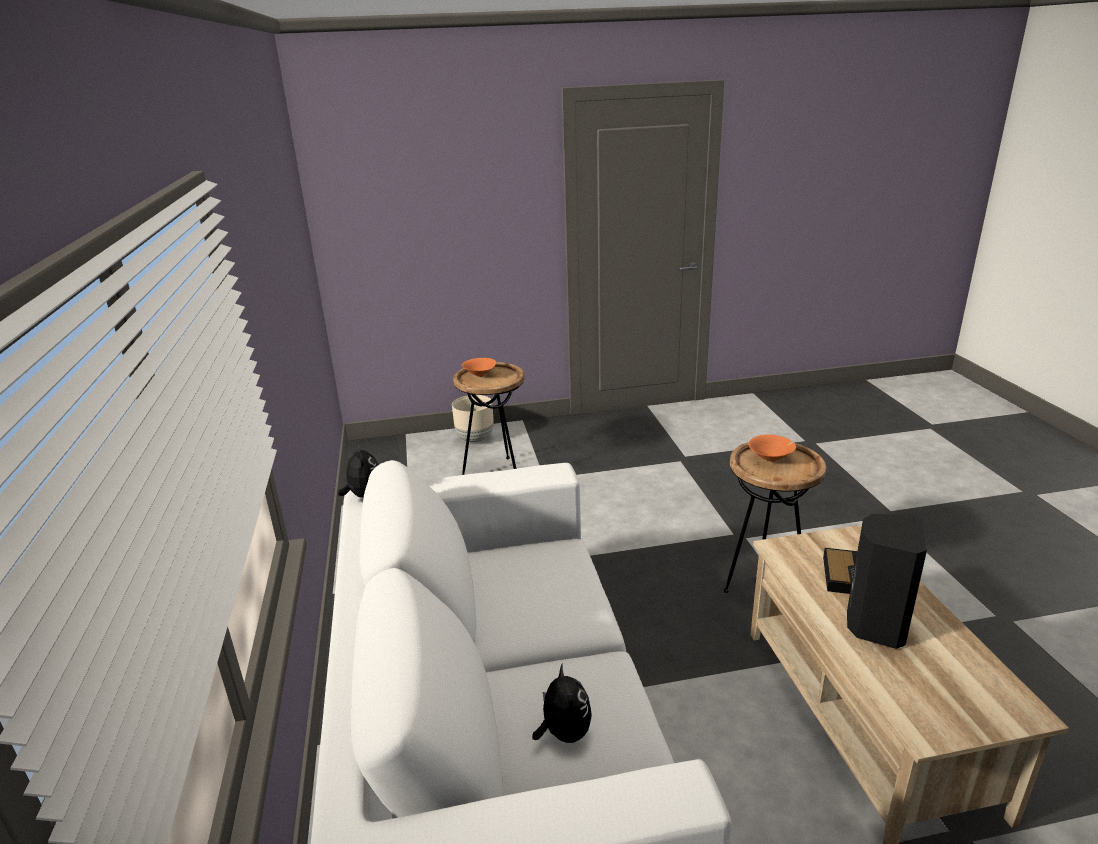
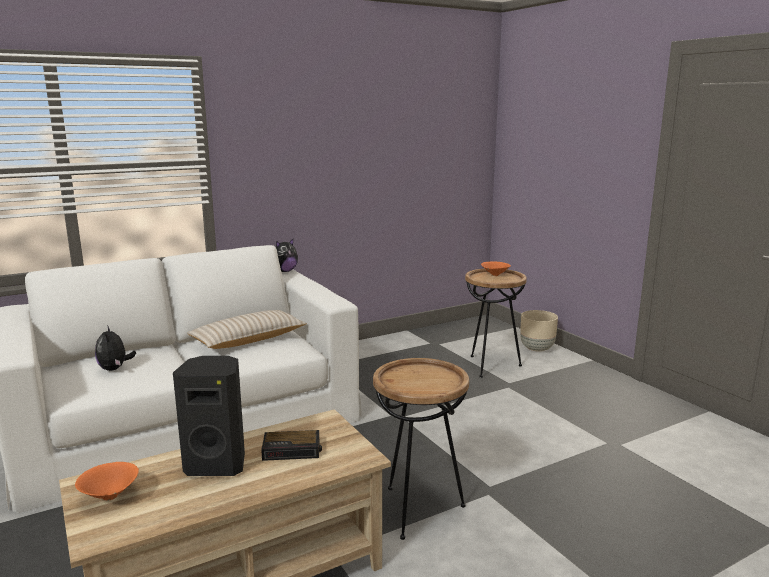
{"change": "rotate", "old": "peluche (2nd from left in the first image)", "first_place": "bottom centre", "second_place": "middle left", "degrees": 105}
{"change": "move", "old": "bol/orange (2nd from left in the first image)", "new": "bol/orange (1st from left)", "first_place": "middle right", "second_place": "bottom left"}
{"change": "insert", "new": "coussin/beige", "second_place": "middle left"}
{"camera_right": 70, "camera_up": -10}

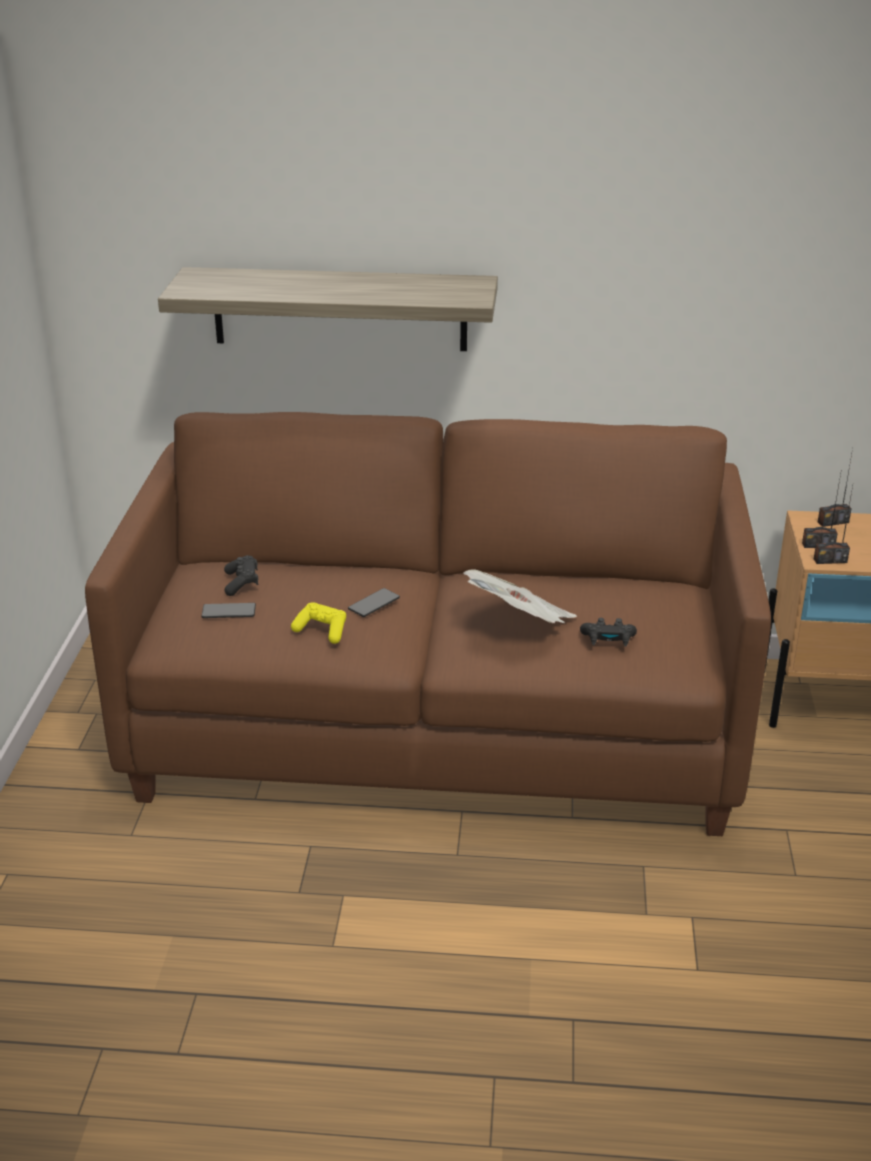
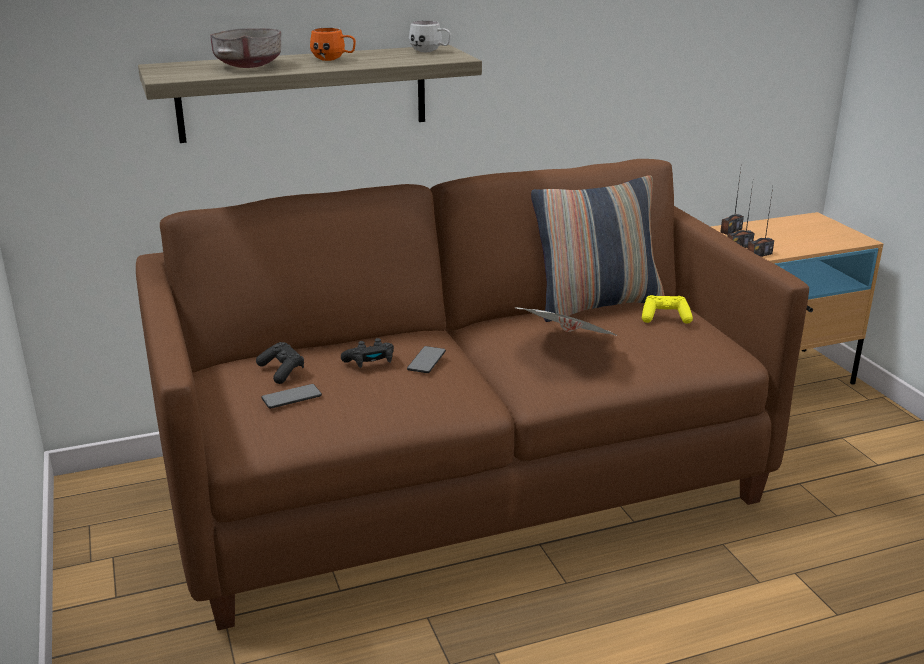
{"change": "move", "old": "manette/jaune", "first_place": "centre", "second_place": "middle right"}
{"change": "move", "old": "manette/noir (2nd from left)", "first_place": "middle right", "second_place": "centre"}
{"change": "insert", "new": "bol/gris", "second_place": "top left"}
{"change": "insert", "new": "mug/orange", "second_place": "top centre"}
{"change": "insert", "new": "mug/blanc", "second_place": "top centre"}
{"change": "insert", "new": "coussin", "second_place": "centre"}
{"camera_right": -25, "camera_up": -5}

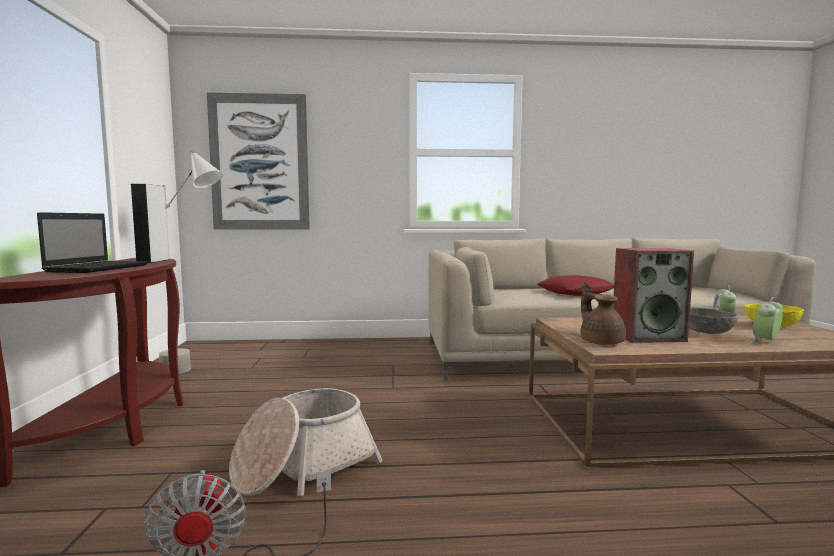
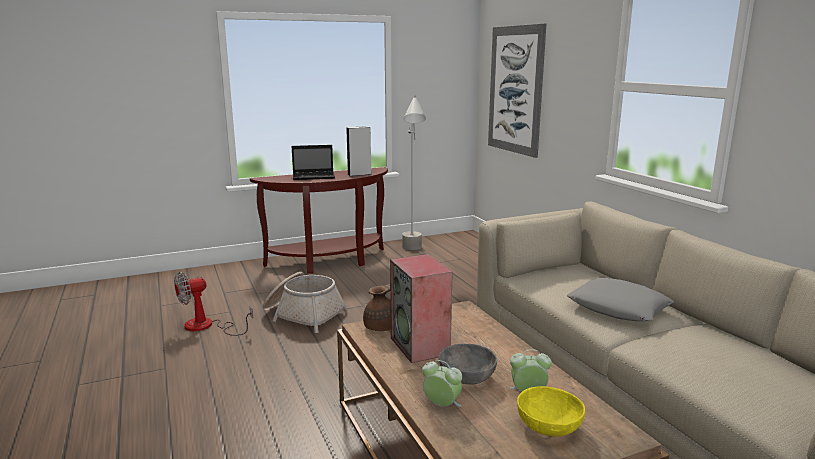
{"change": "recolor", "old": "coussin/rouge", "new": "coussin/gris", "first_place": "middle right", "second_place": "middle right"}
{"camera_right": 70, "camera_up": 10}

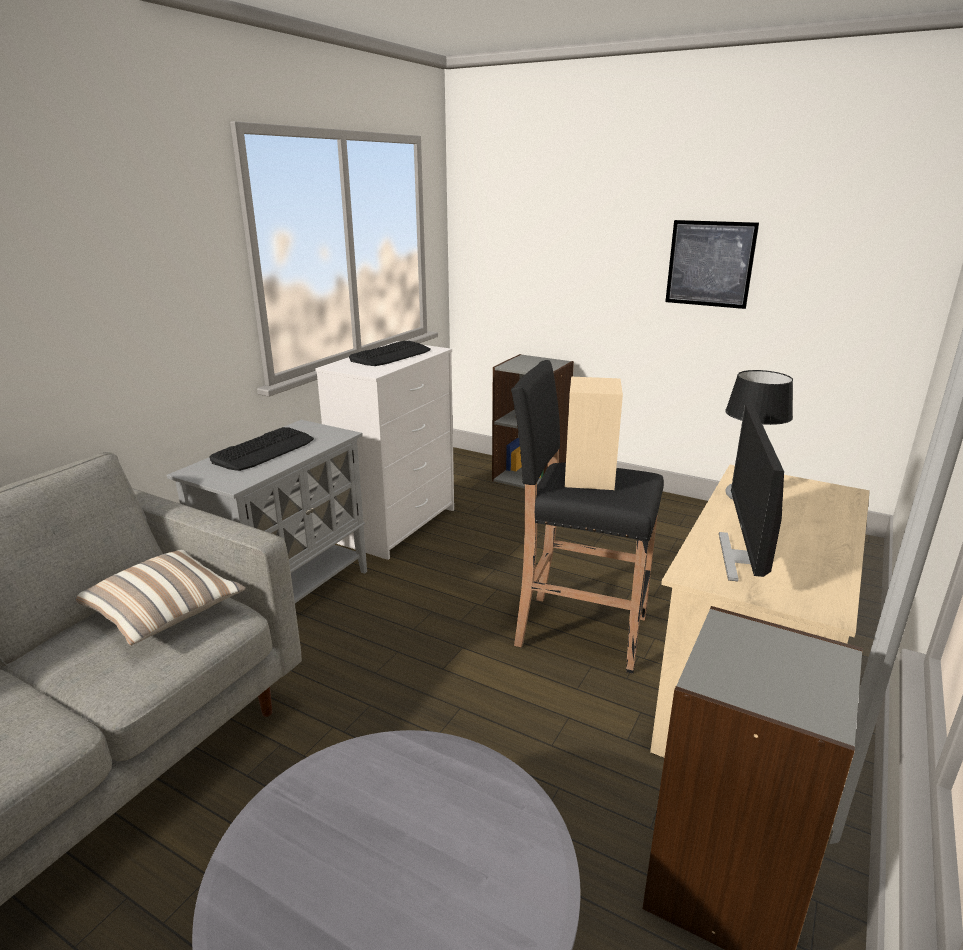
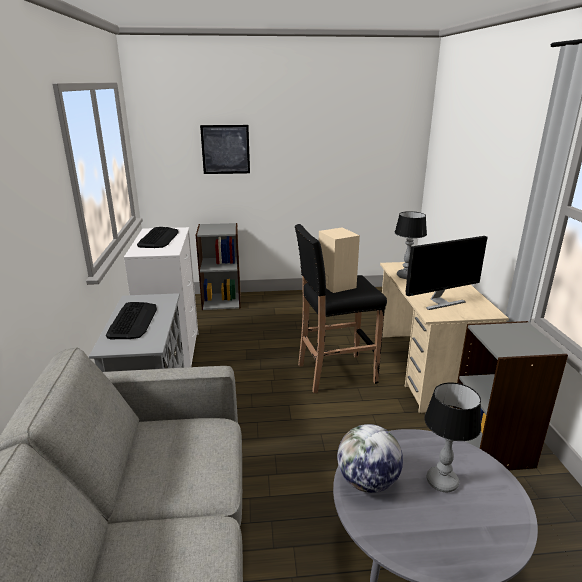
{"change": "delete", "old": "coussin", "first_place": "middle left"}
{"change": "move", "old": "tableau", "first_place": "top right", "second_place": "top centre"}
{"change": "rotate", "old": "écran d'ordinateur", "first_place": "middle right", "second_place": "middle right", "degrees": -90}
{"change": "insert", "new": "globe", "second_place": "bottom centre"}
{"change": "insert", "new": "lampe de table (2nd from left)", "second_place": "bottom right"}
{"camera_right": -35, "camera_up": 0}

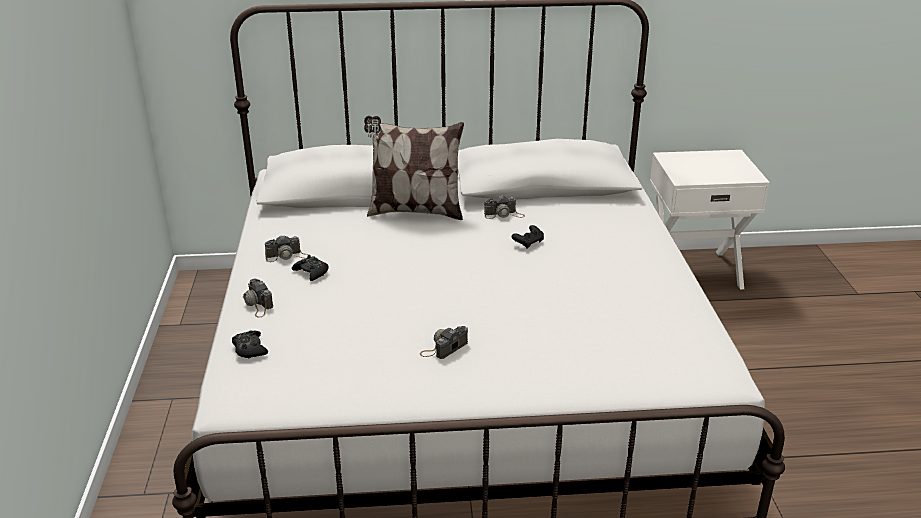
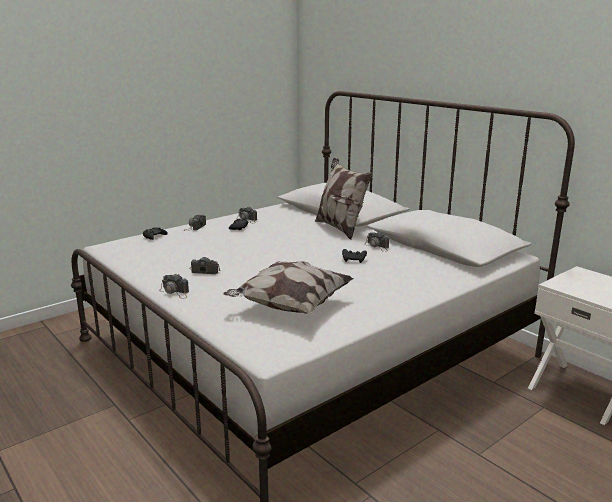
{"change": "insert", "new": "appareil photo (1st from left)", "second_place": "middle left"}
{"change": "insert", "new": "coussin (1st from left)", "second_place": "centre"}
{"camera_right": 55, "camera_up": -10}

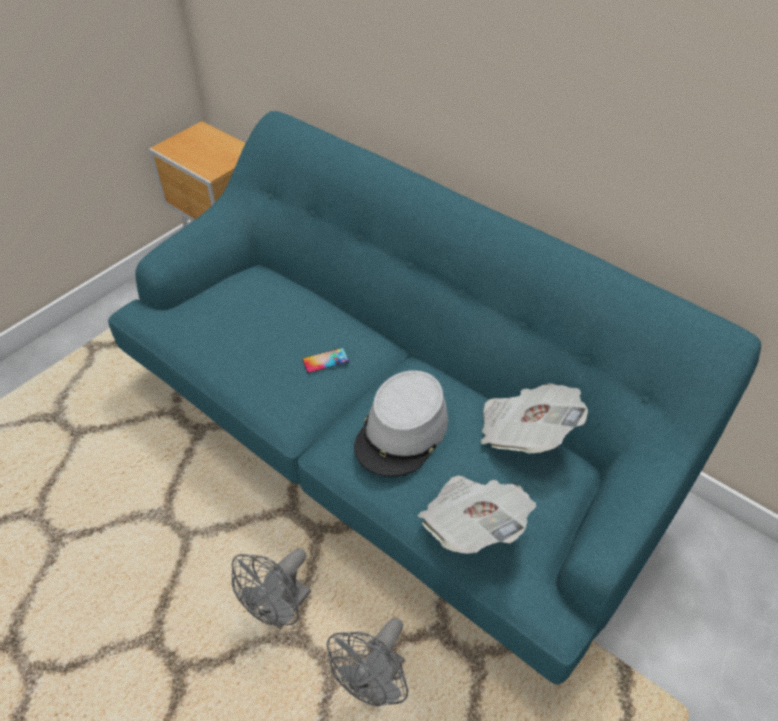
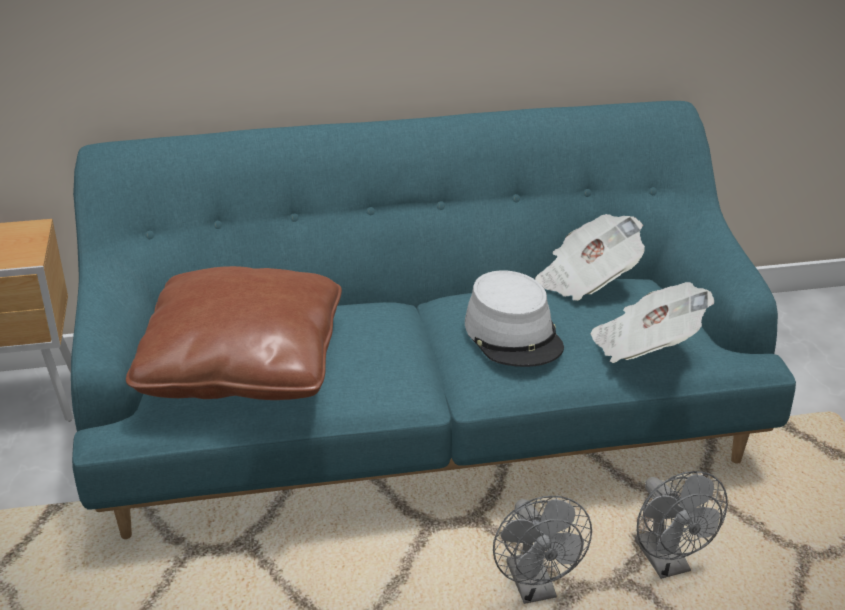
{"change": "delete", "old": "téléphone", "first_place": "centre"}
{"change": "insert", "new": "coussin/marron", "second_place": "middle left"}
{"camera_right": -50, "camera_up": -15}

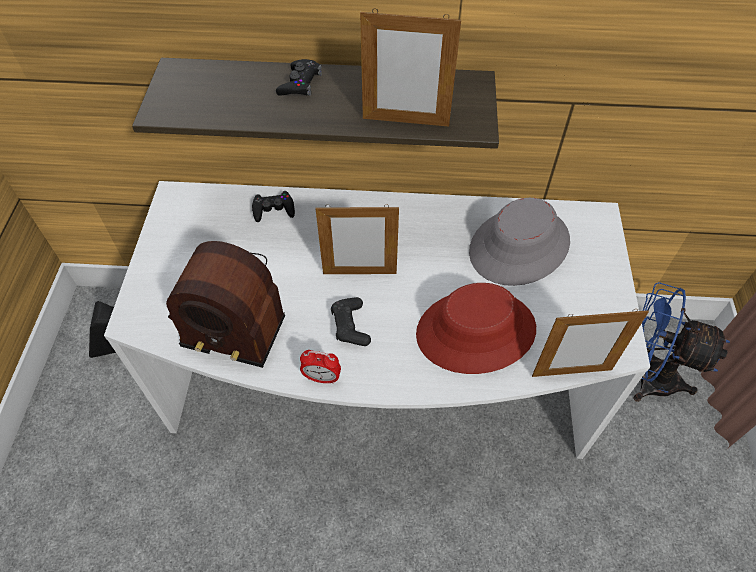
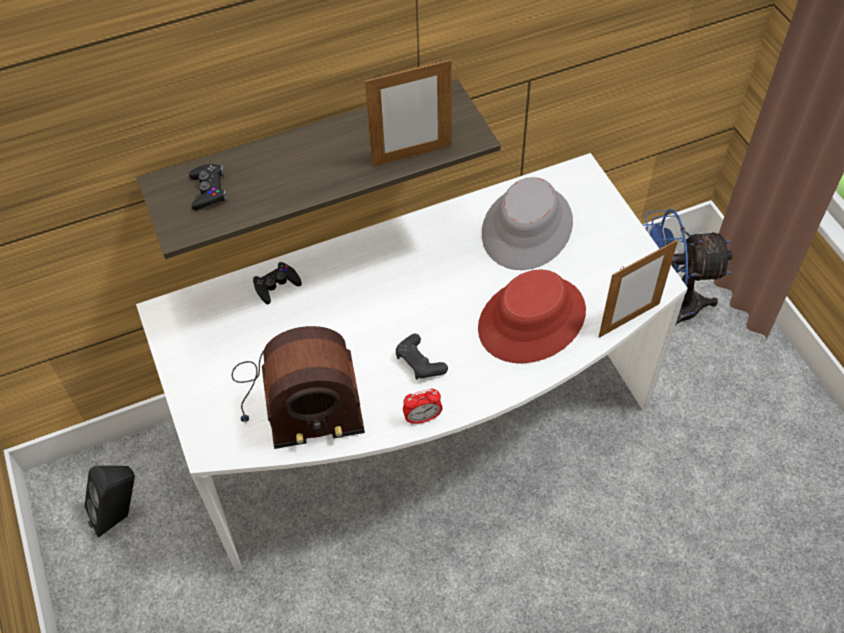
{"change": "move", "old": "manette/noir (2nd from left in the first image)", "new": "manette/noir (1st from left)", "first_place": "top centre", "second_place": "top left"}
{"change": "delete", "old": "cadre photo (1st from left)", "first_place": "centre"}
{"camera_right": -25, "camera_up": 0}

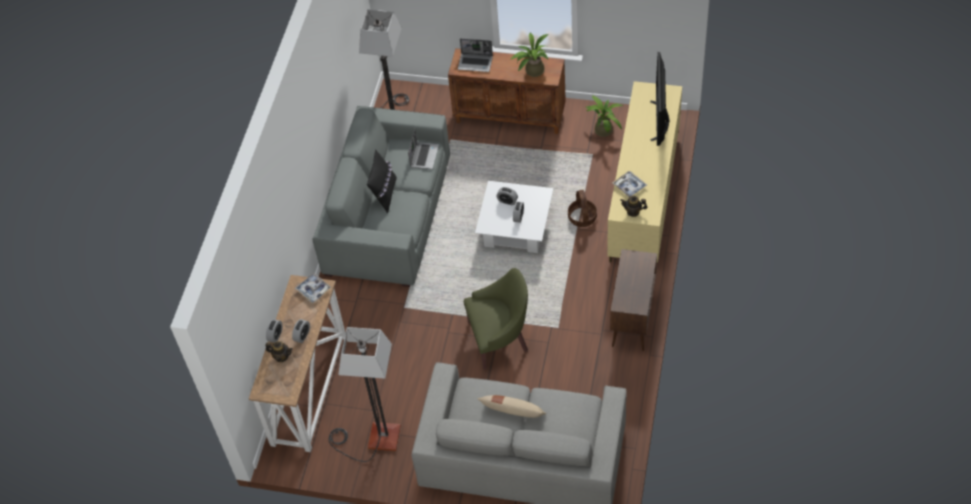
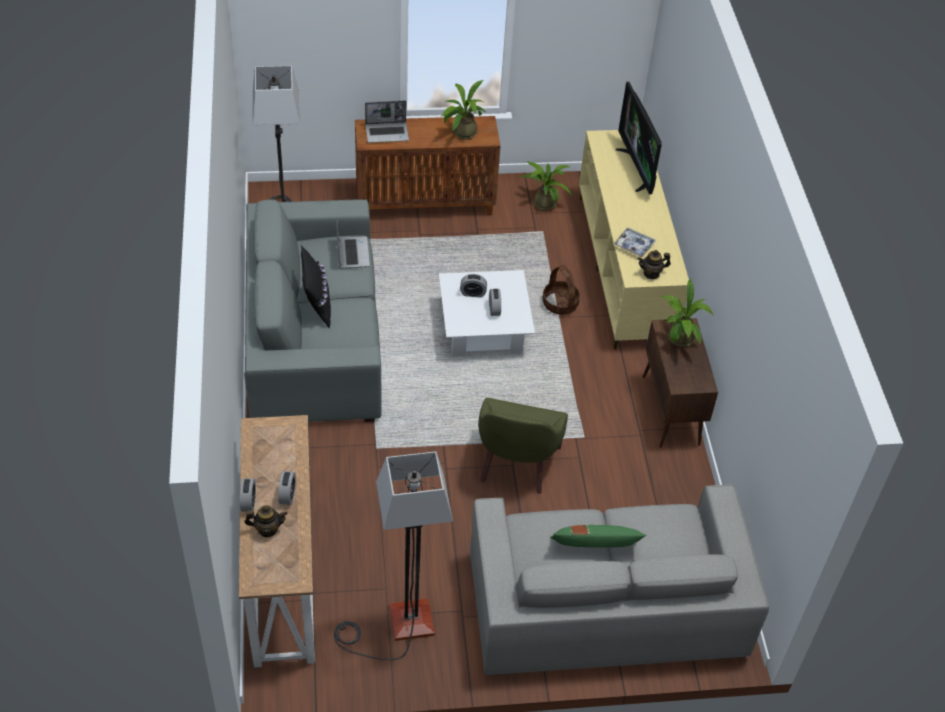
{"change": "delete", "old": "plateau (1st from left)", "first_place": "middle left"}
{"change": "rotate", "old": "fauteuil/vert", "first_place": "centre", "second_place": "centre", "degrees": 135}
{"change": "recolor", "old": "coussin/beige", "new": "coussin/vert", "first_place": "bottom centre", "second_place": "bottom centre"}
{"change": "insert", "new": "plante en pot (3rd from left)", "second_place": "middle right"}
{"camera_right": -25, "camera_up": -5}

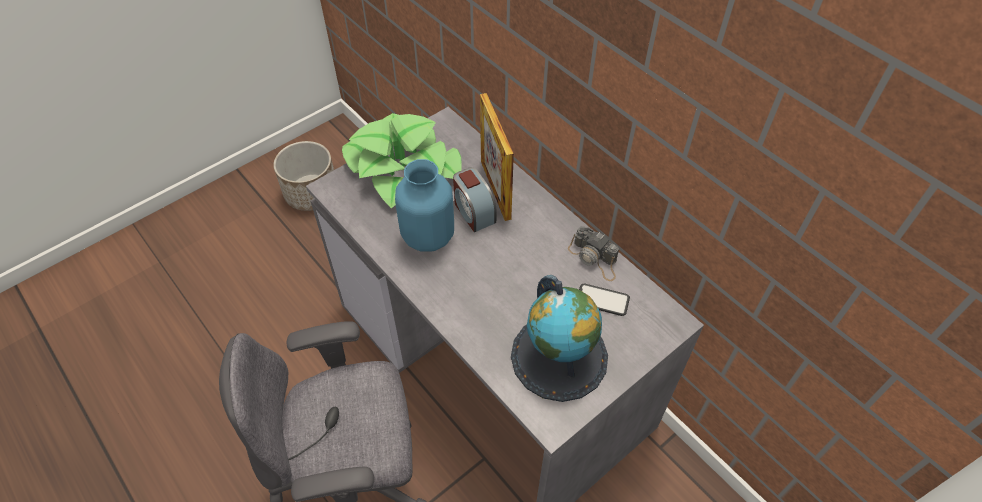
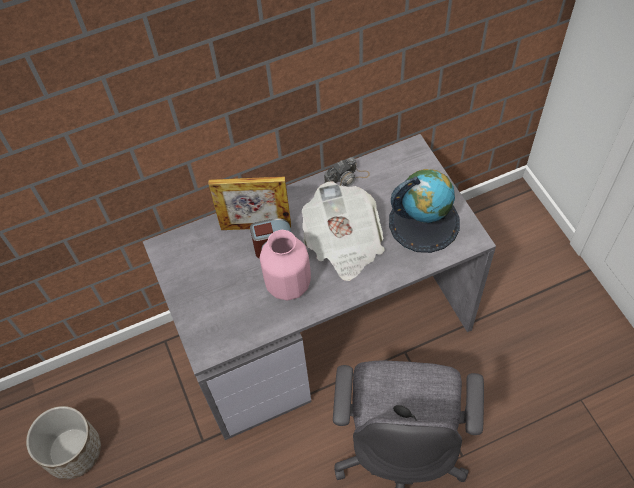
{"change": "delete", "old": "plante en pot", "first_place": "top centre"}
{"change": "recolor", "old": "vase/bleu", "new": "vase/rose", "first_place": "centre", "second_place": "centre"}
{"change": "delete", "old": "téléphone", "first_place": "centre"}
{"change": "insert", "new": "journal", "second_place": "centre"}
{"camera_right": -70, "camera_up": 5}

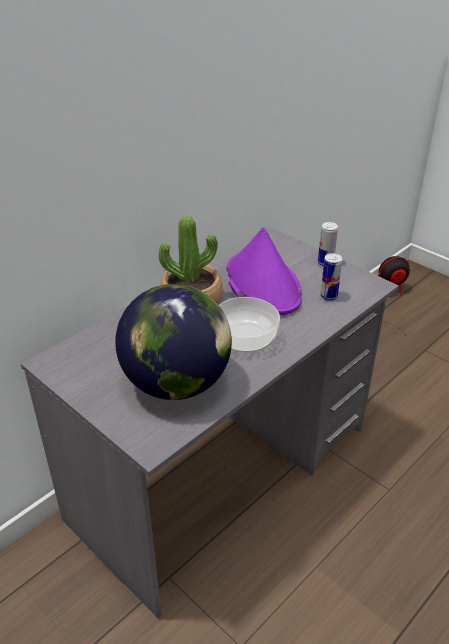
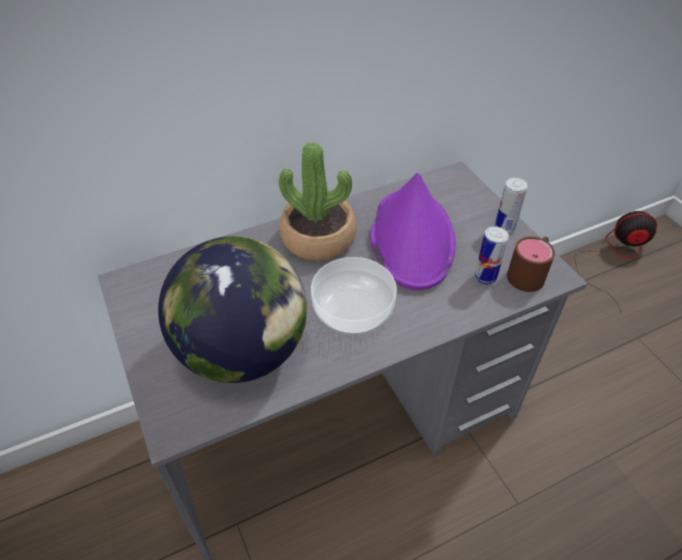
{"change": "insert", "new": "mug/marron", "second_place": "middle right"}
{"camera_right": 20, "camera_up": 10}

